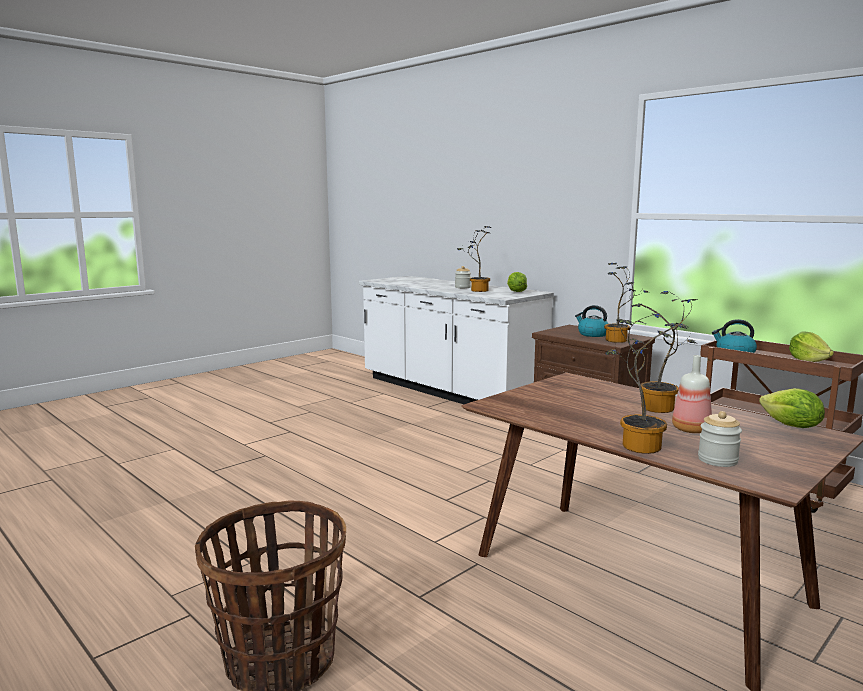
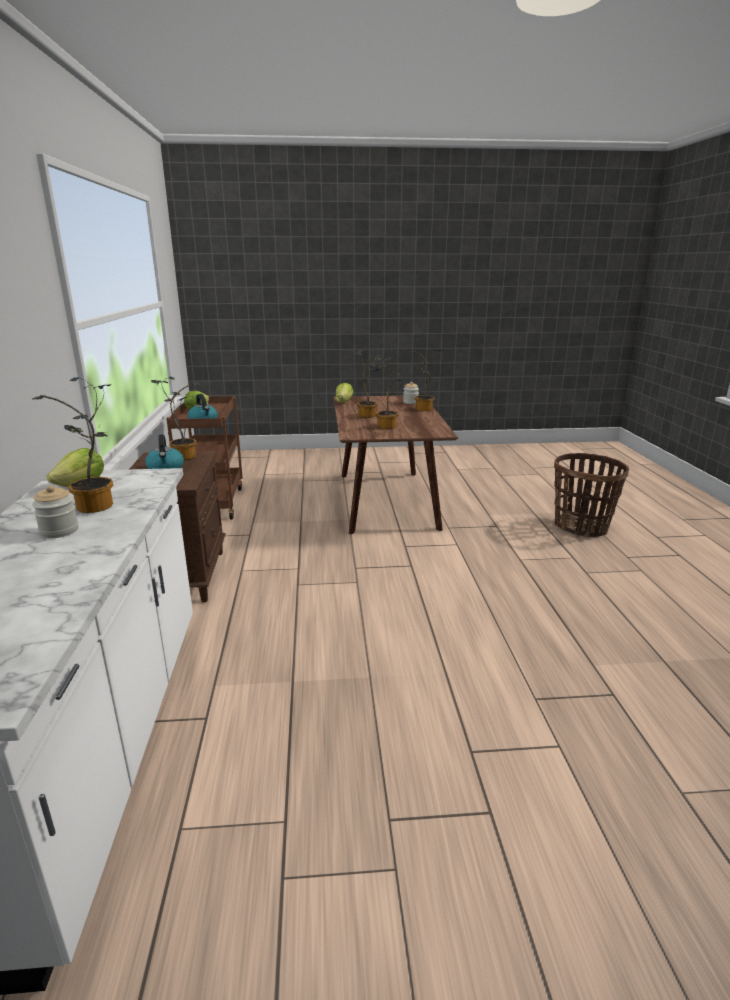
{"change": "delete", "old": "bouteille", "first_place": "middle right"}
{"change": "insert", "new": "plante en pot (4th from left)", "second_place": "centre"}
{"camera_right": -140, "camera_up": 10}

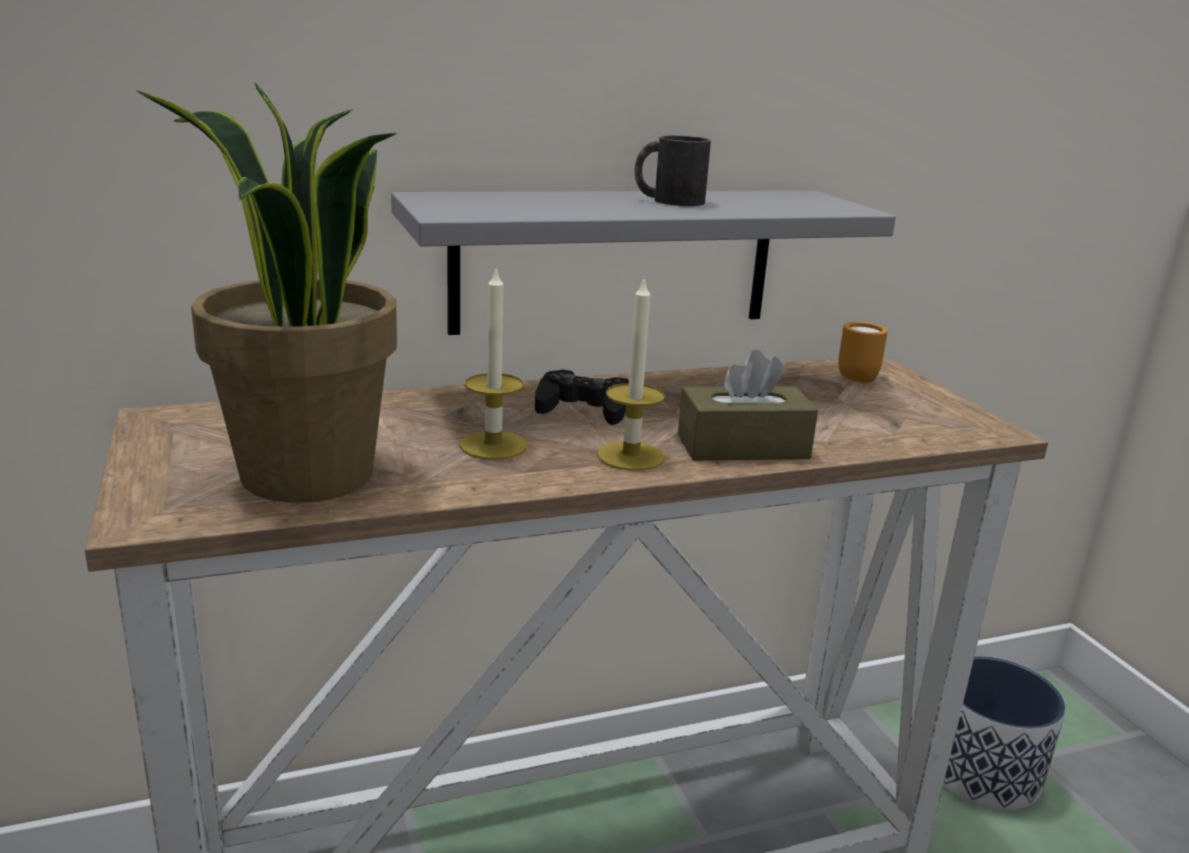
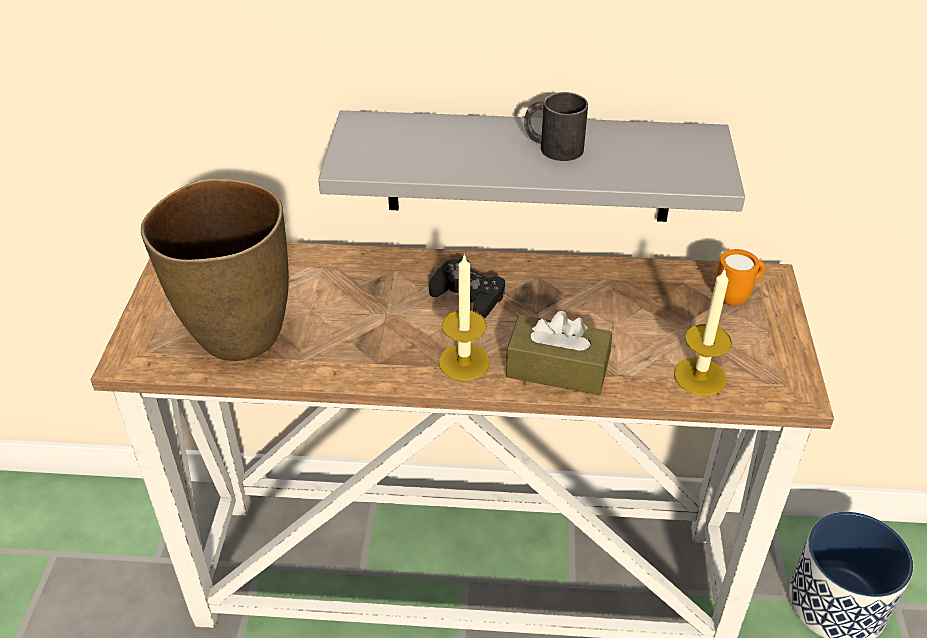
{"change": "replace", "old": "plante en pot", "new": "vase/marron", "first_place": "middle left", "second_place": "middle left"}
{"change": "move", "old": "bougie (1st from left in the first image)", "new": "bougie (2nd from left)", "first_place": "centre", "second_place": "middle right"}
{"camera_right": 25, "camera_up": 20}

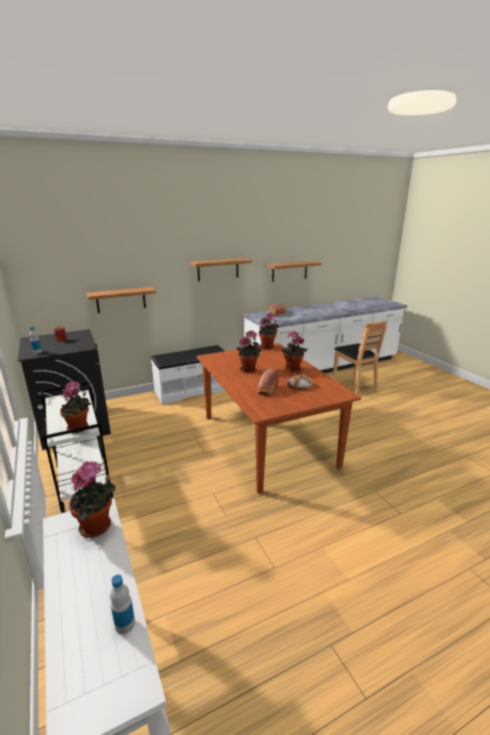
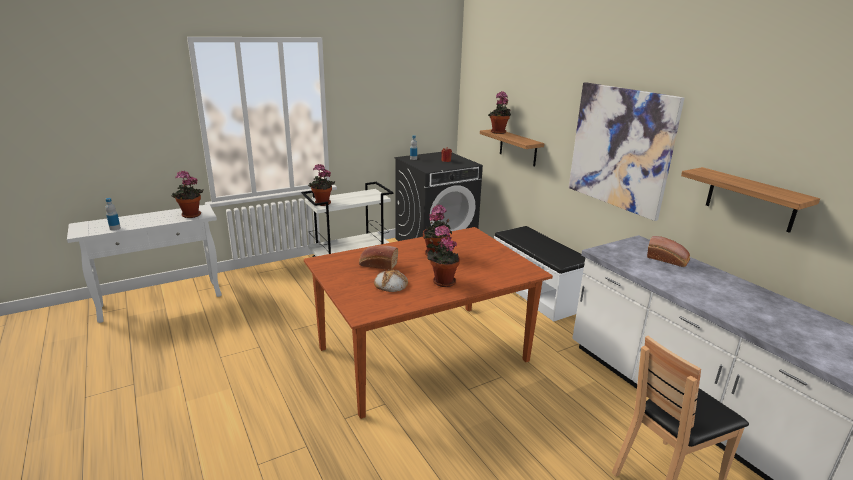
{"change": "replace", "old": "étagère (2nd from left)", "new": "tableau", "first_place": "centre", "second_place": "top right"}
{"change": "move", "old": "plante en pot (4th from left in the first image)", "new": "plante en pot (5th from left)", "first_place": "centre", "second_place": "top centre"}
{"camera_right": 85, "camera_up": 0}

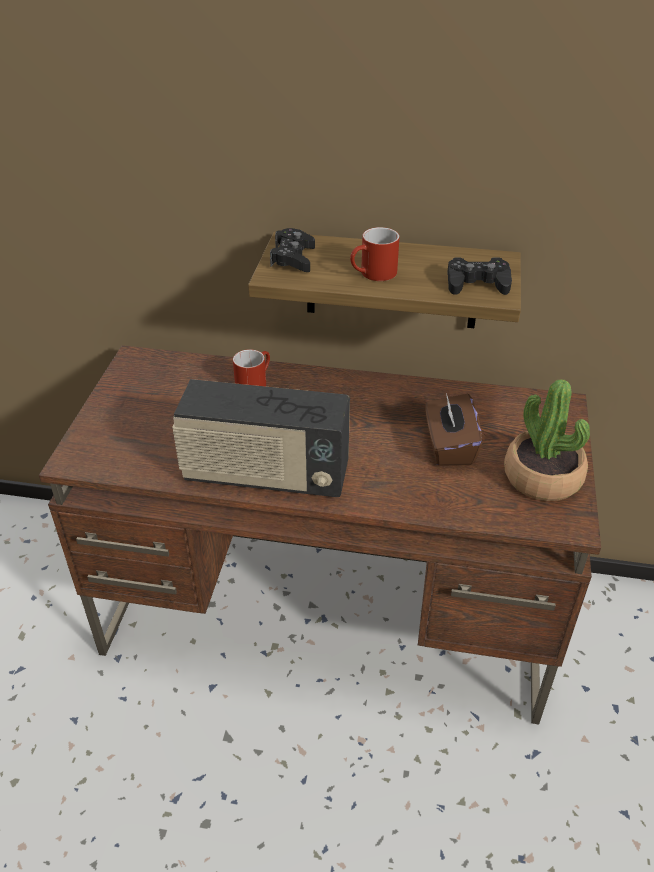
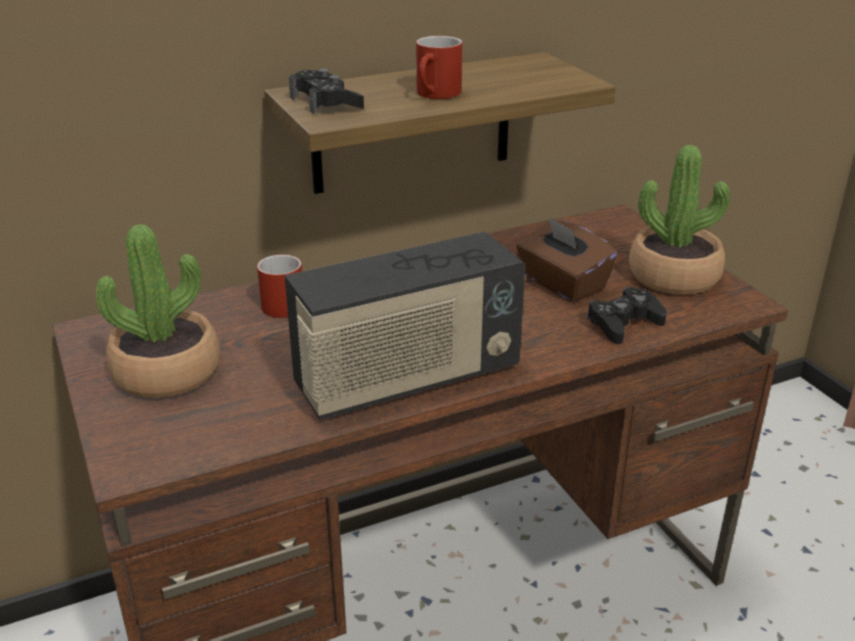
{"change": "move", "old": "manette/noir (2nd from left)", "first_place": "top right", "second_place": "middle right"}
{"change": "insert", "new": "plante en pot (1st from left)", "second_place": "middle left"}
{"camera_right": -35, "camera_up": -10}

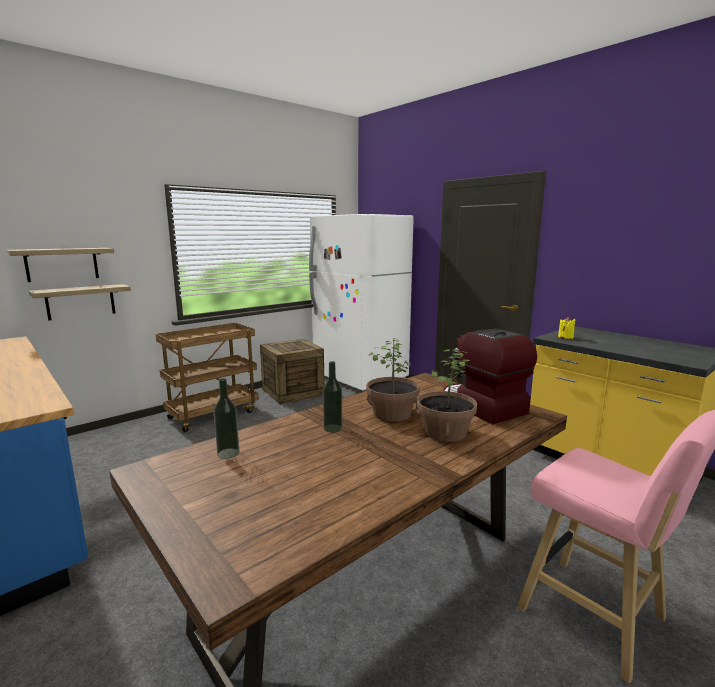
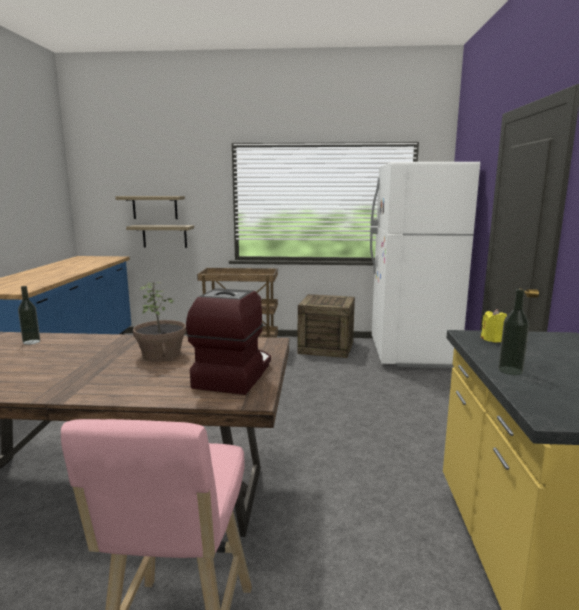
{"change": "move", "old": "bouteille (2nd from left)", "first_place": "centre", "second_place": "middle right"}
{"change": "delete", "old": "plante en pot (2nd from left)", "first_place": "centre"}
{"camera_right": 45, "camera_up": 0}

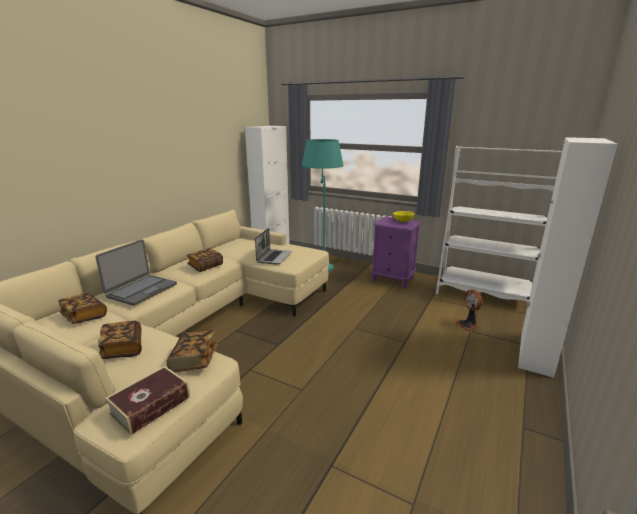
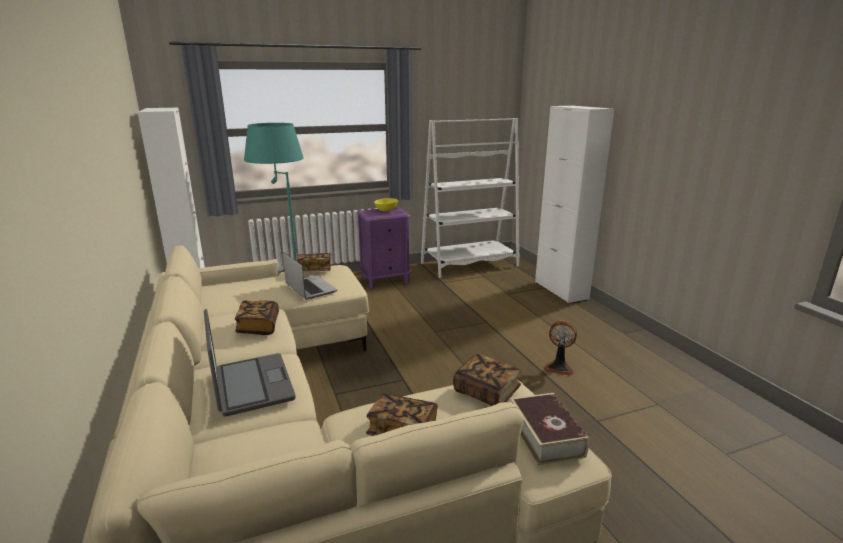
{"change": "move", "old": "livre (1st from left in the first image)", "new": "livre (2nd from left)", "first_place": "middle left", "second_place": "centre"}
{"change": "move", "old": "ventilateur", "first_place": "middle right", "second_place": "centre"}
{"camera_right": -50, "camera_up": 0}

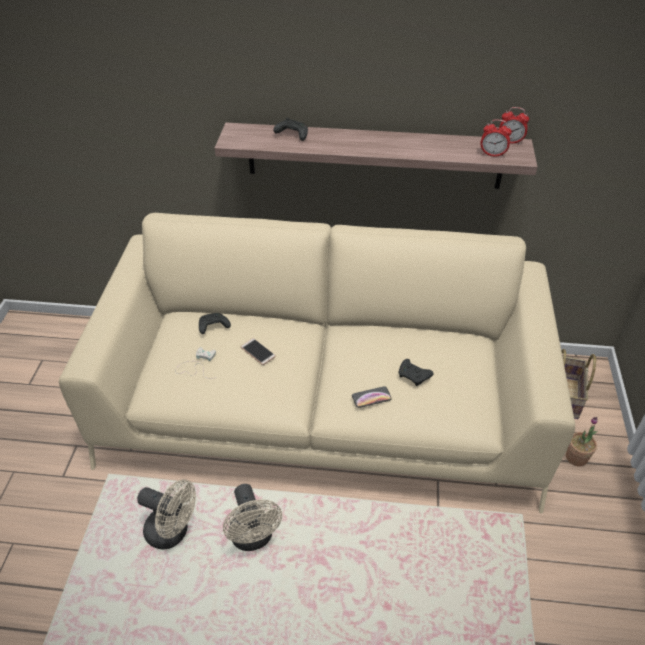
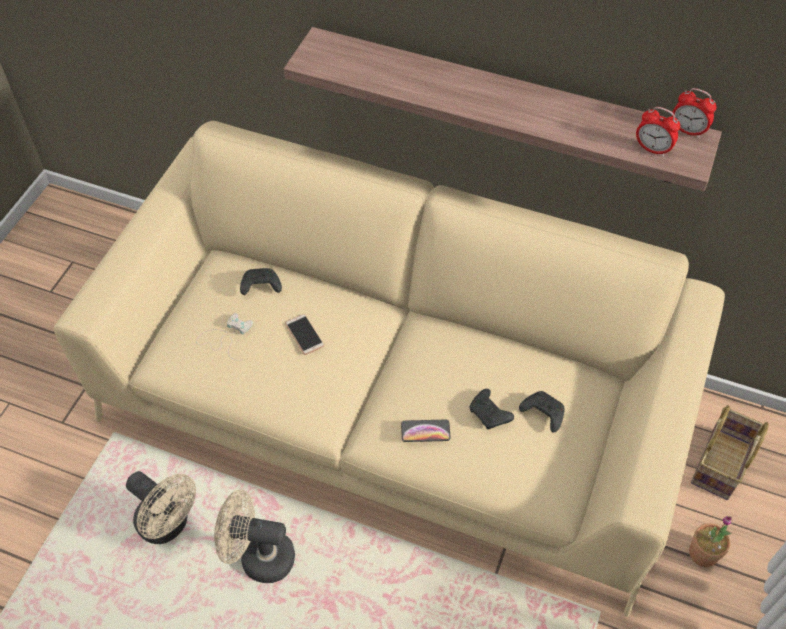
{"change": "rotate", "old": "ventilateur/beige (2nd from left)", "first_place": "bottom centre", "second_place": "bottom left", "degrees": 105}
{"change": "move", "old": "manette/noir (2nd from left in the first image)", "new": "manette/noir (3rd from left)", "first_place": "top centre", "second_place": "middle right"}
{"camera_right": 15, "camera_up": 10}

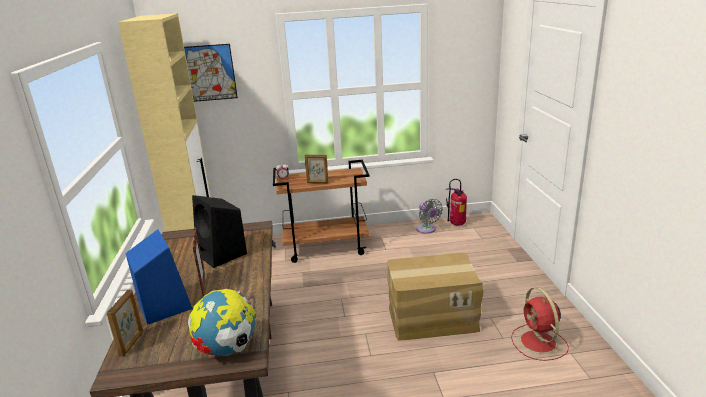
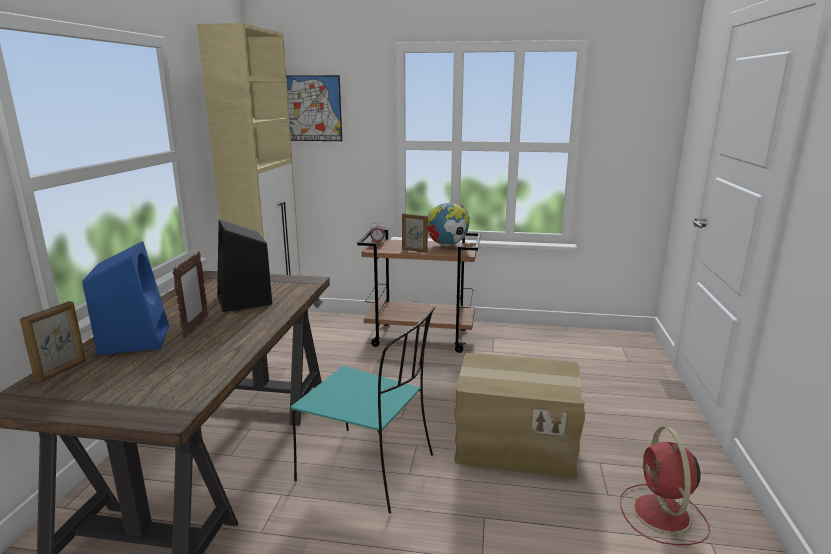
{"change": "move", "old": "globe", "first_place": "bottom left", "second_place": "centre"}
{"change": "delete", "old": "ventilateur/gris", "first_place": "centre"}
{"change": "delete", "old": "extincteur", "first_place": "centre"}
{"change": "insert", "new": "chaise/turquoise", "second_place": "bottom centre"}
{"camera_right": 15, "camera_up": -5}

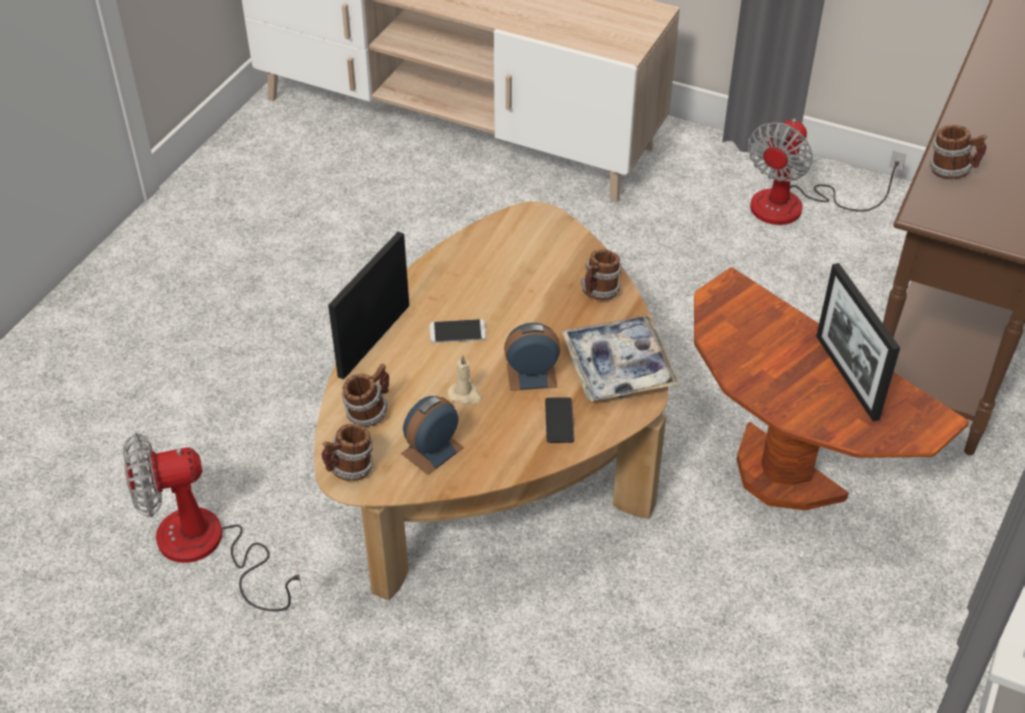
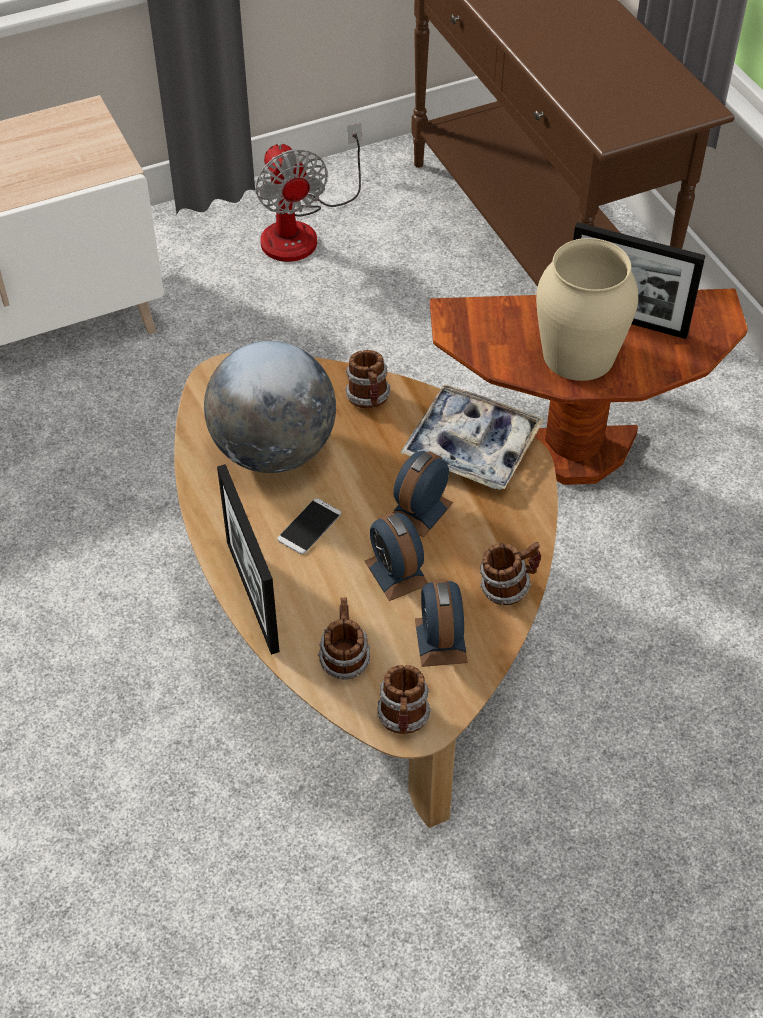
{"change": "delete", "old": "ventilateur (1st from left)", "first_place": "bottom left"}
{"change": "replace", "old": "bougie/beige", "new": "réveil (1st from left)", "first_place": "centre", "second_place": "centre"}
{"change": "delete", "old": "téléphone (2nd from left)", "first_place": "centre"}
{"change": "move", "old": "mug (4th from left)", "first_place": "top right", "second_place": "middle right"}
{"change": "insert", "new": "globe", "second_place": "centre"}
{"change": "insert", "new": "vase/beige", "second_place": "top right"}
{"camera_right": -50, "camera_up": 5}

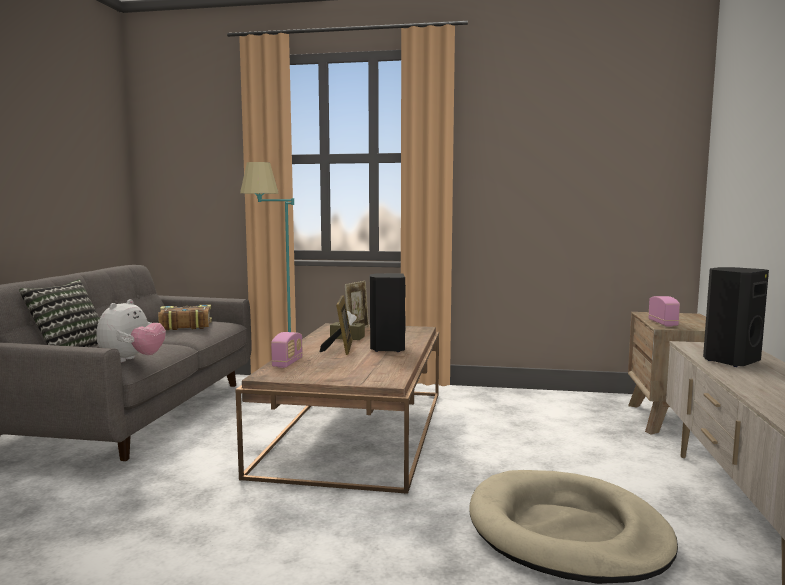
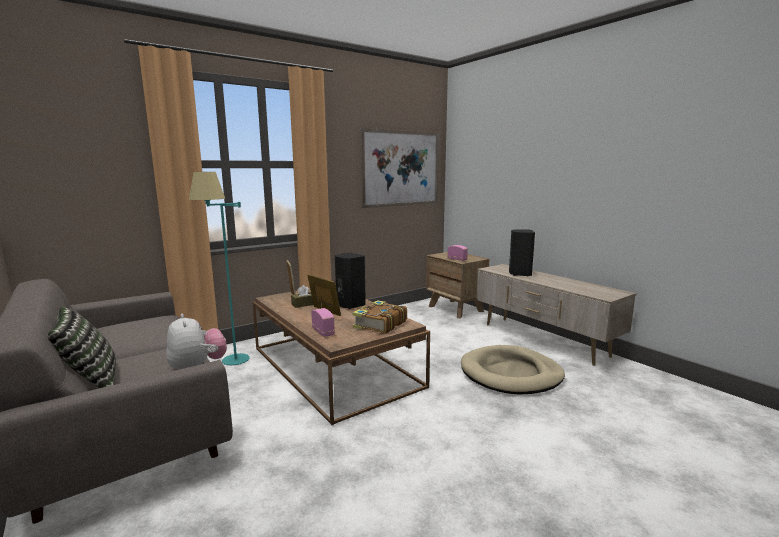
{"change": "move", "old": "livre", "first_place": "middle left", "second_place": "centre"}
{"change": "insert", "new": "tableau", "second_place": "top centre"}
{"camera_right": -45, "camera_up": 5}

